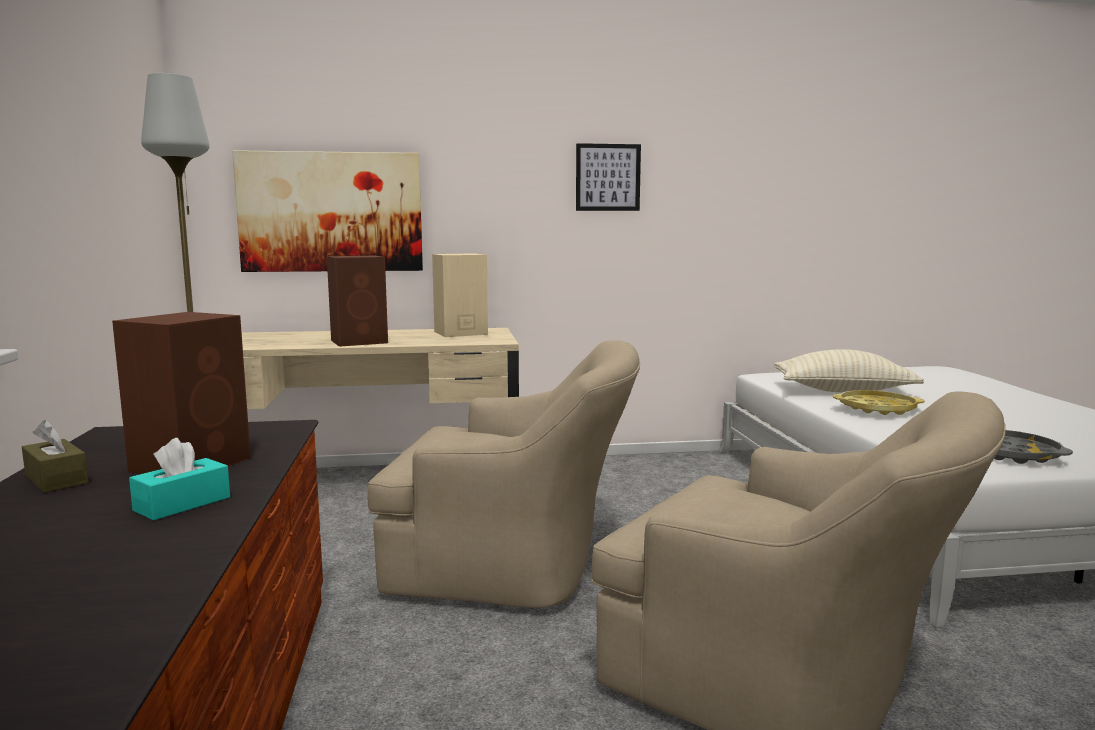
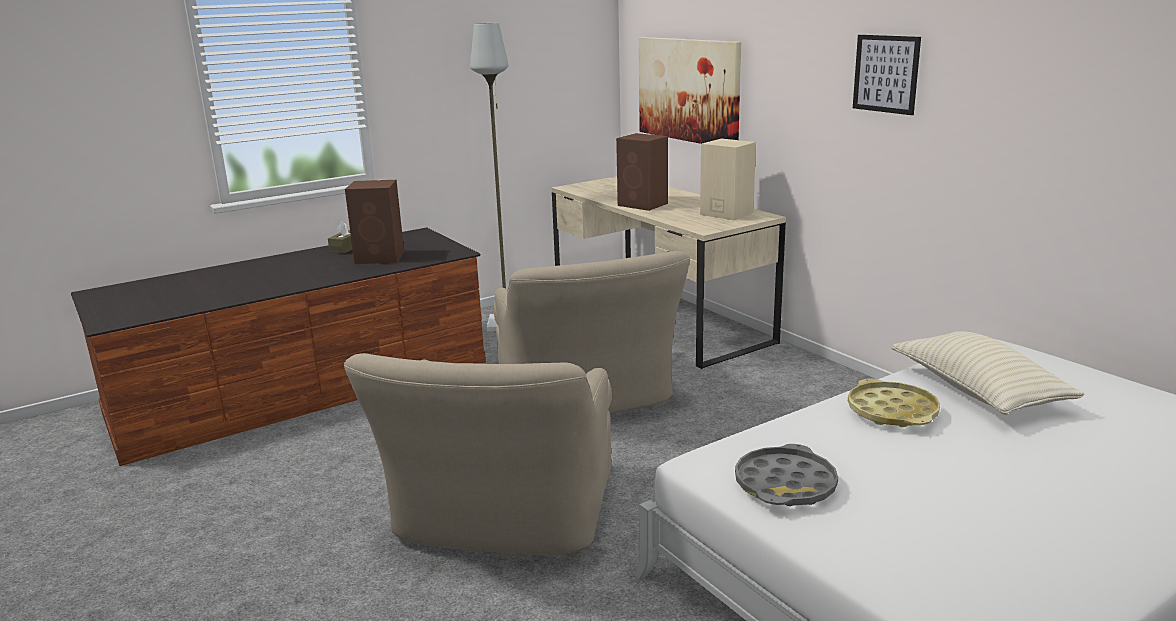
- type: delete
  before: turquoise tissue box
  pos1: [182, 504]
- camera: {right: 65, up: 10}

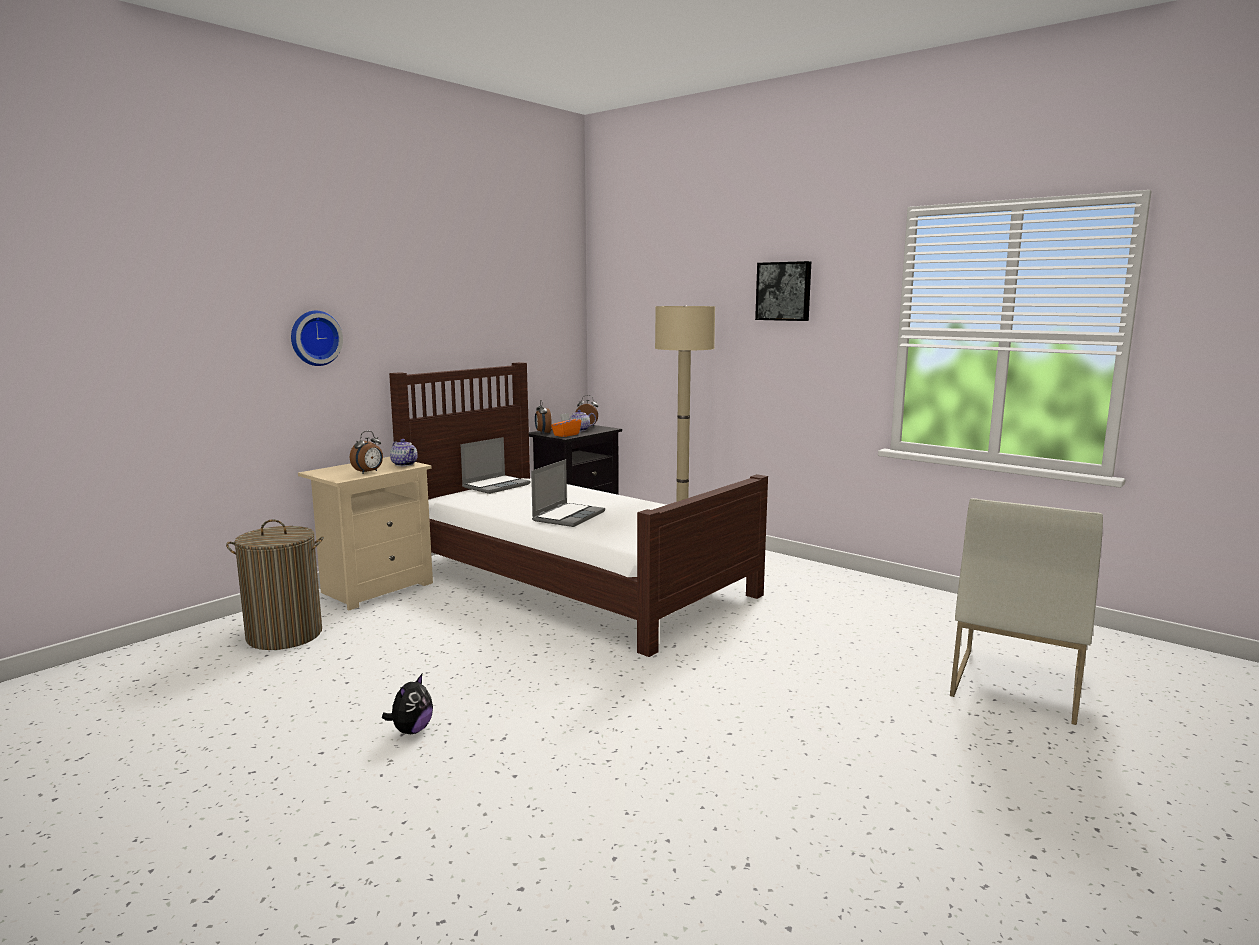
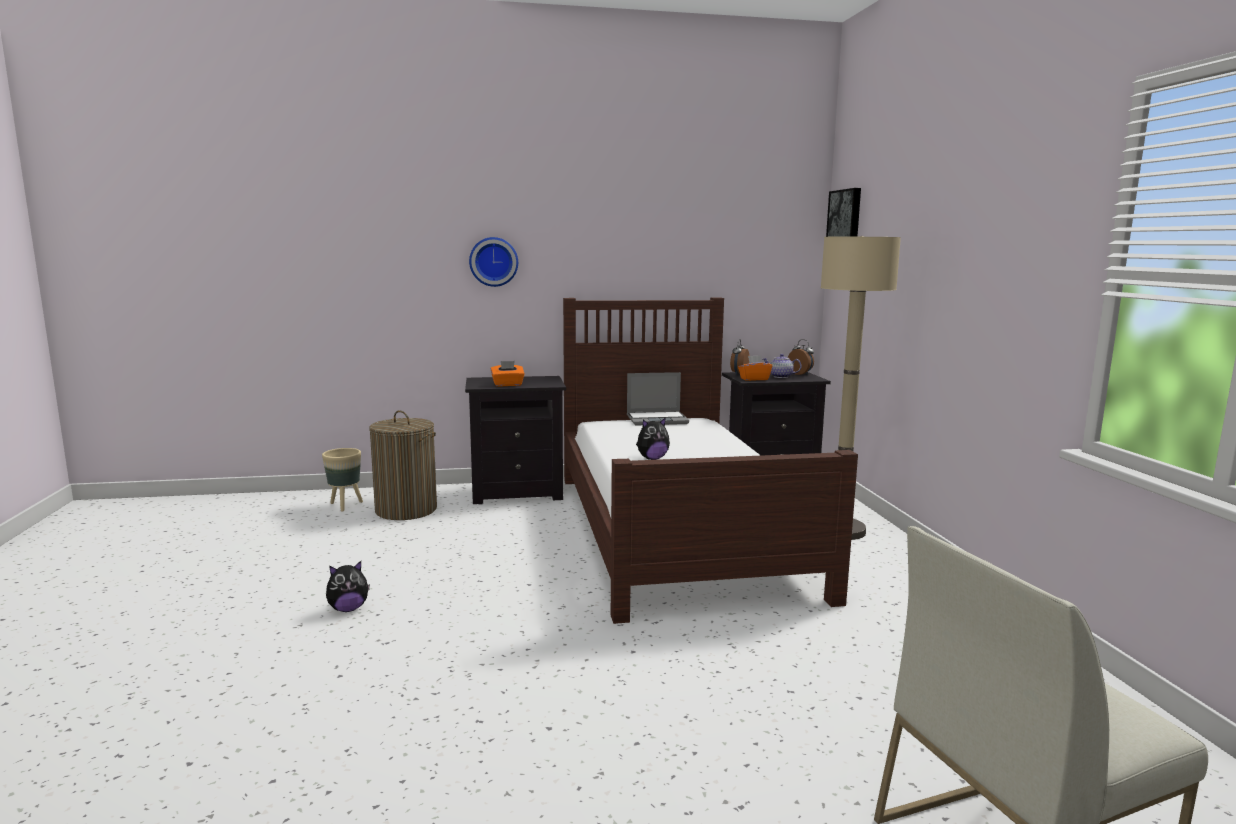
- type: recolor
  before: beige nightstand
  after: black nightstand
  pos1: [375, 588]
  pos2: [517, 492]
- type: replace
  before: alarm clock
  after: orange tissue box
  pos1: [369, 472]
  pos2: [507, 385]
- type: delete
  before: teapot
  pos1: [405, 464]
- type: replace
  before: laptop
  after: plush toy
  pos1: [568, 516]
  pos2: [652, 458]
- type: move
  before: picture
  pos1: [784, 291]
  pos2: [845, 218]
- type: insert
  after: beige planter
  pos2: [345, 505]
- camera: {right: 40, up: 0}

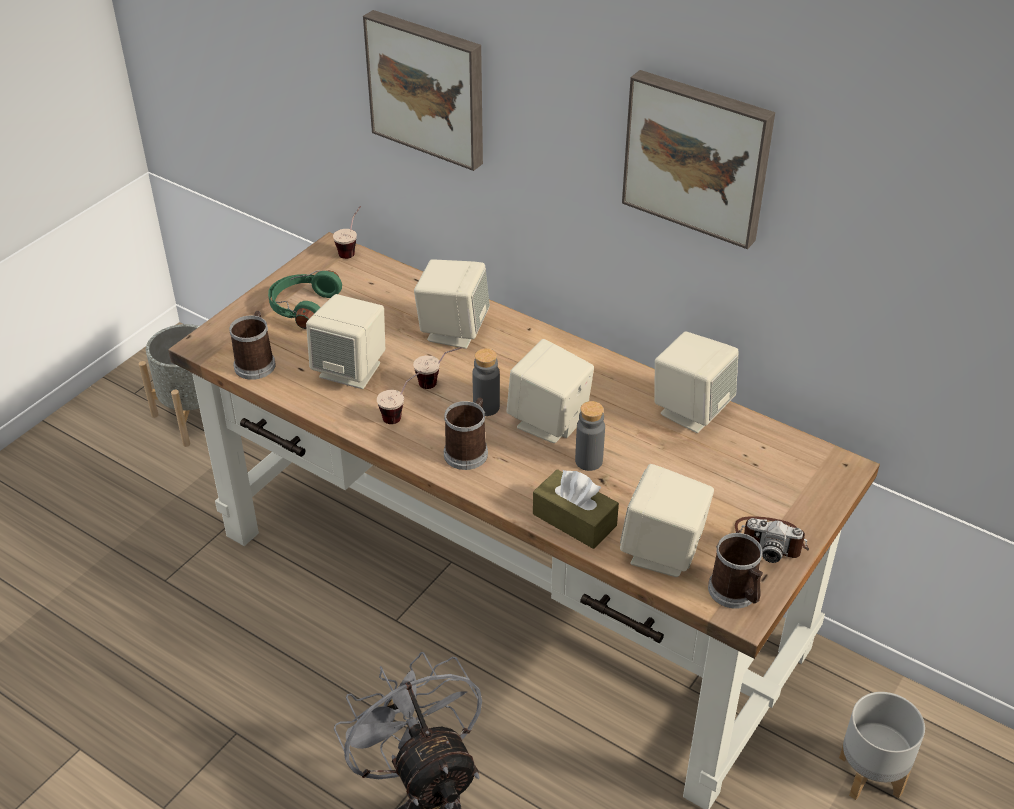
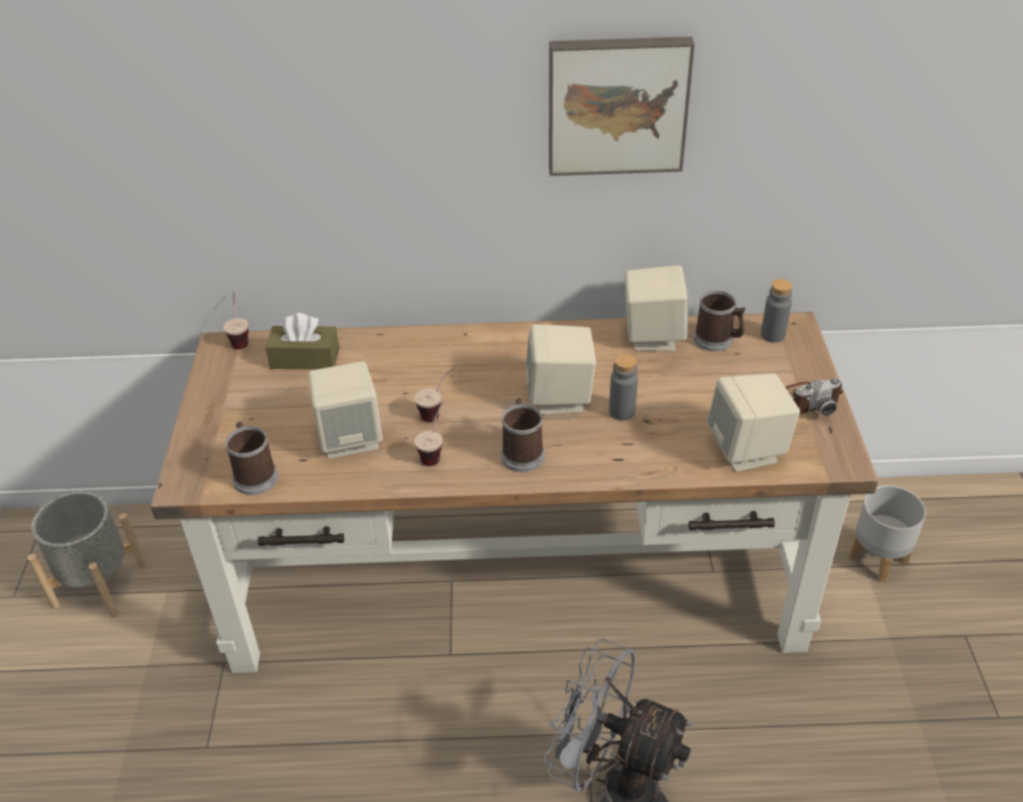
- type: delete
  before: green headphones
  pos1: [303, 308]
- type: delete
  before: picture
  pos1: [428, 87]
- type: delete
  before: beige speaker
  pos1: [453, 330]
- type: move
  before: grey bottle
  pos1: [486, 407]
  pos2: [772, 335]
- type: move
  before: brown tissue box
  pos1: [574, 520]
  pos2: [305, 358]
- type: move
  before: mug
  pos1: [736, 593]
  pos2: [717, 340]
- camera: {right: -35, up: 0}

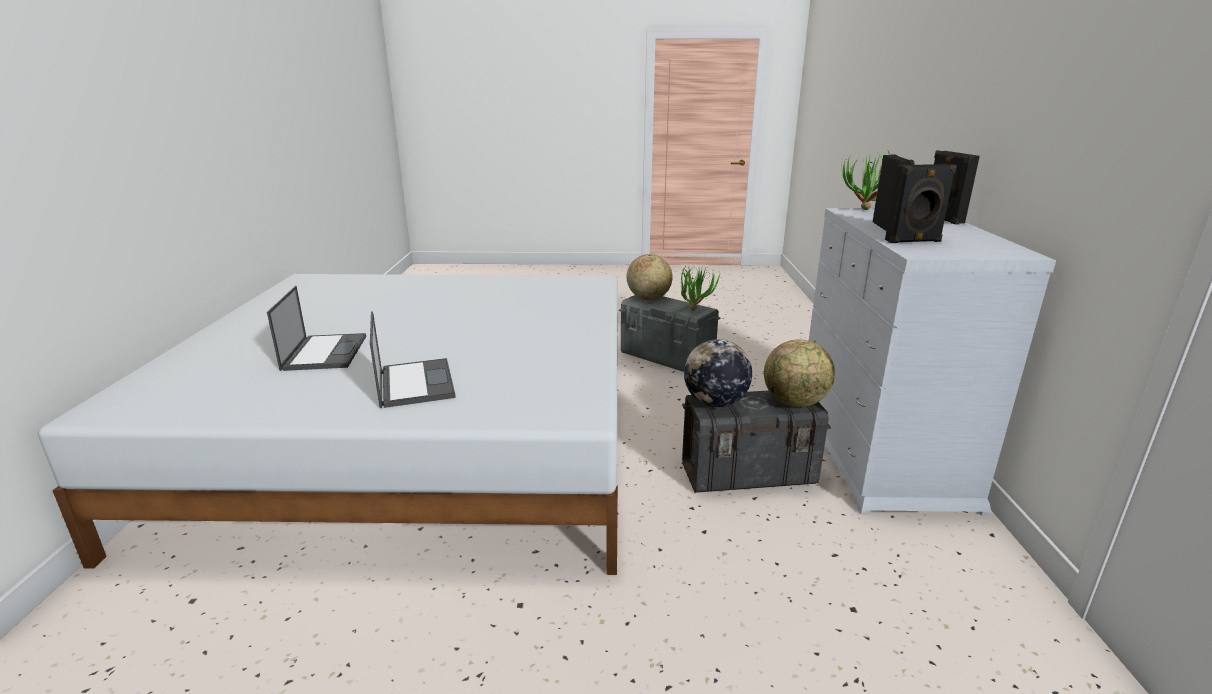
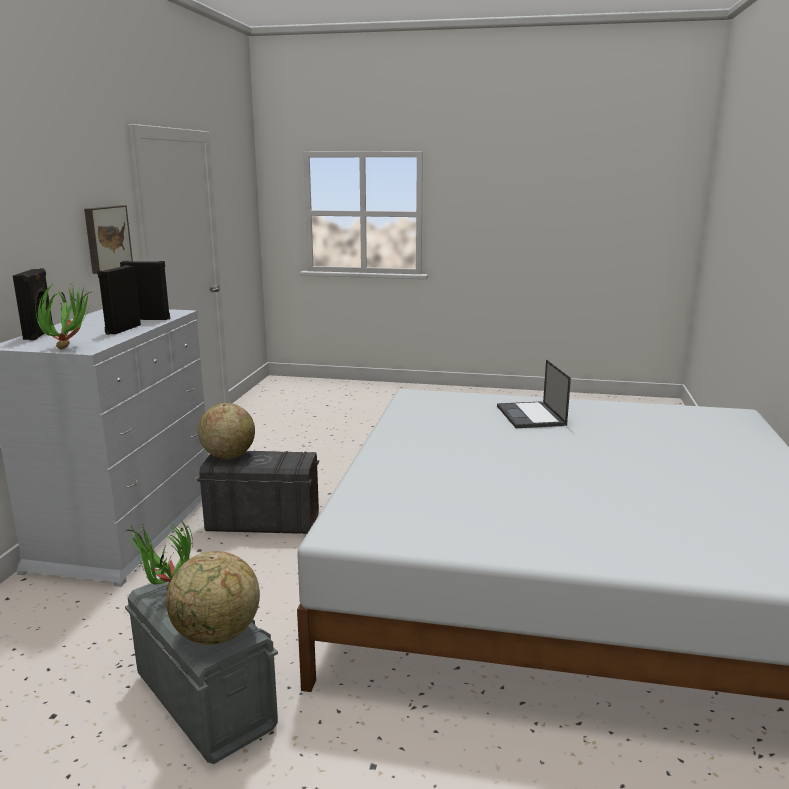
- type: delete
  before: laptop
  pos1: [325, 352]
- type: delete
  before: globe
  pos1: [715, 403]
- type: insert
  after: picture
  pos2: [106, 238]
- camera: {right: -170, up: -5}

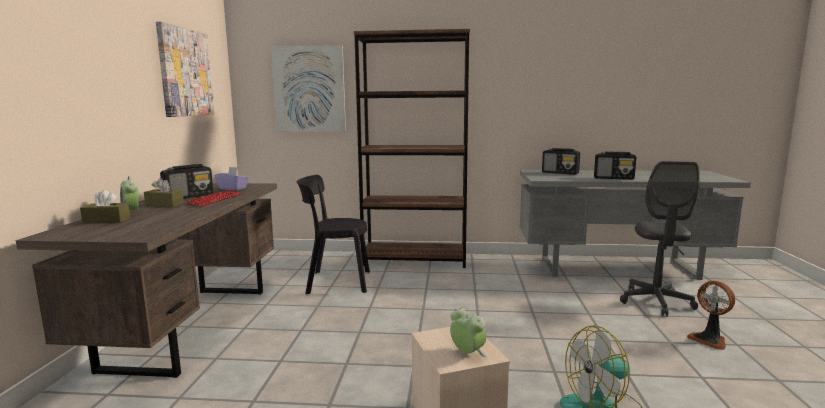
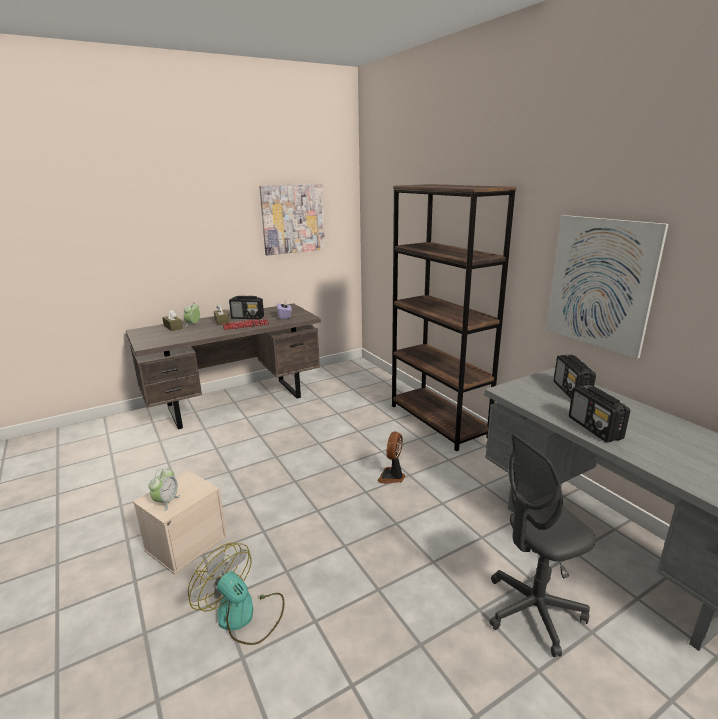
- type: move
  before: picture
  pos1: [309, 89]
  pos2: [600, 283]
- type: delete
  before: black chair
  pos1: [335, 282]
- type: move
  before: fan
  pos1: [709, 340]
  pos2: [392, 477]
- camera: {right: 55, up: 10}

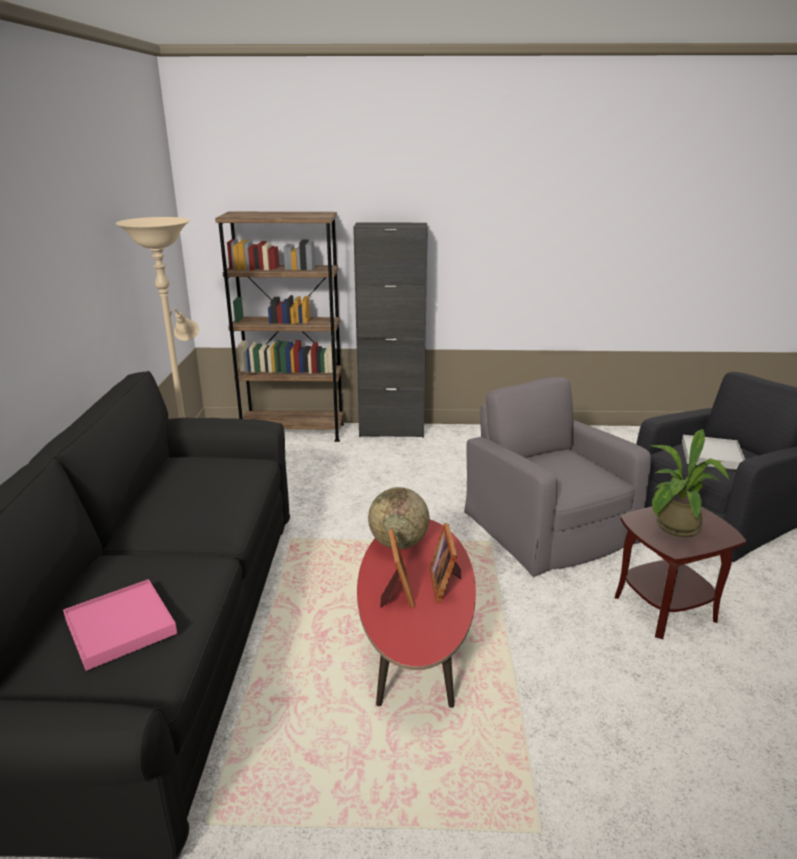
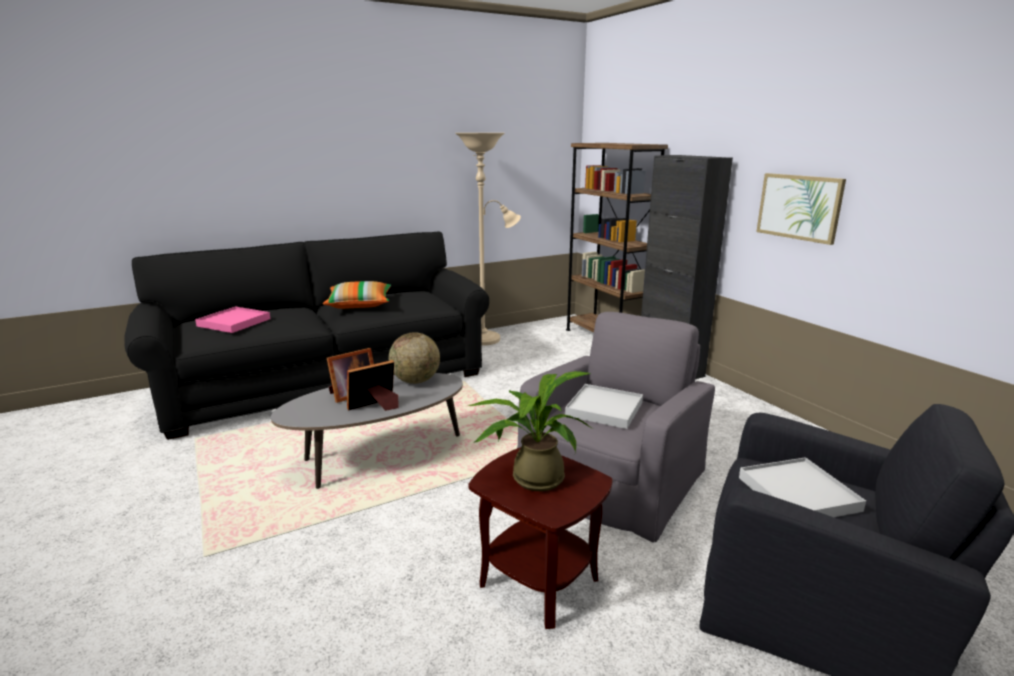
- type: recolor
  before: red coffee table
  after: grey coffee table
  pos1: [415, 645]
  pos2: [377, 457]
- type: insert
  after: pillow
  pos2: [359, 305]
- type: insert
  after: white tray
  pos2: [604, 409]
- type: insert
  after: picture
  pos2: [799, 207]
- camera: {right: 60, up: -5}

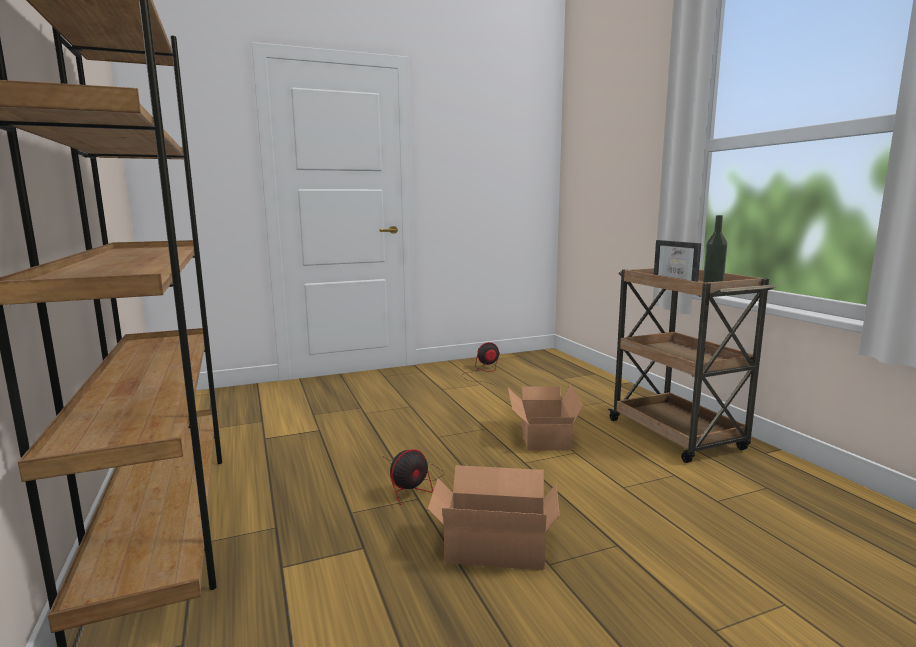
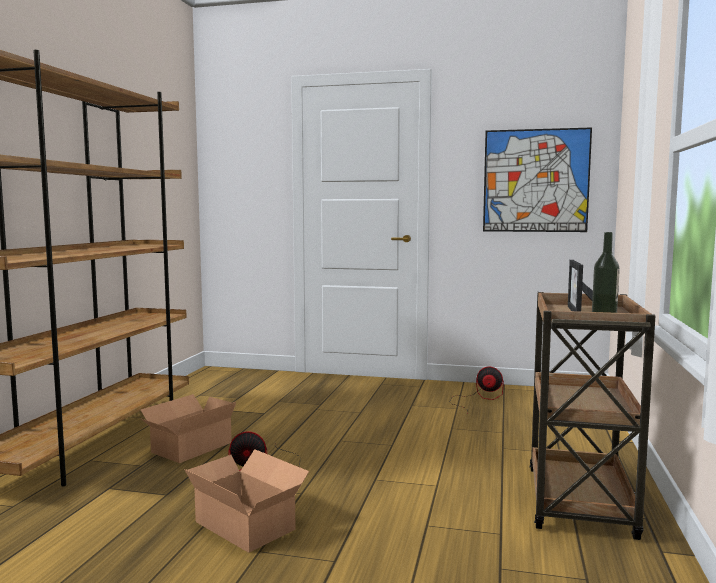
- type: move
  before: cardboard box
  pos1: [542, 437]
  pos2: [188, 447]
- type: insert
  after: picture
  pos2: [535, 181]
- camera: {right: 35, up: -5}

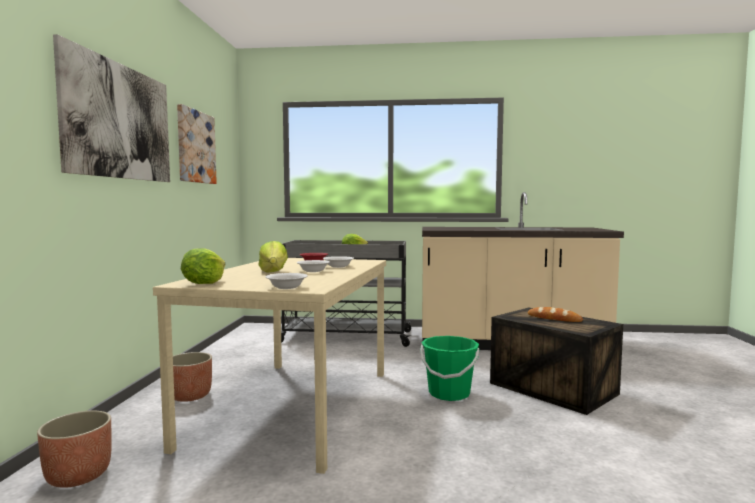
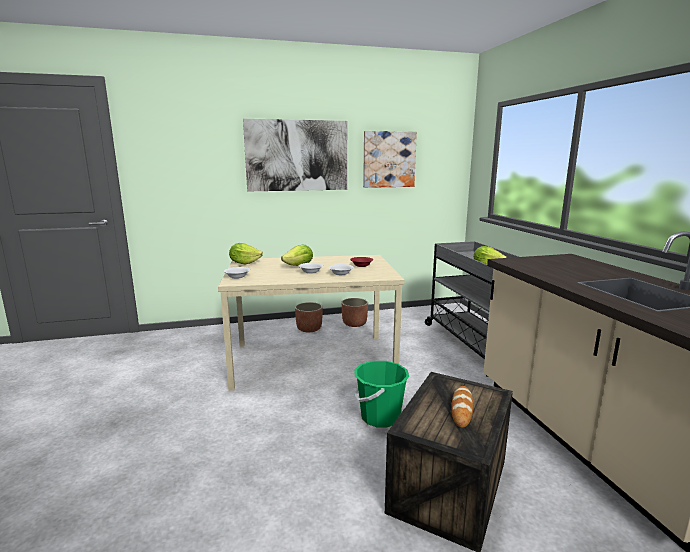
- type: move
  before: planter
  pos1: [78, 475]
  pos2: [354, 323]
- camera: {right: 70, up: 10}

